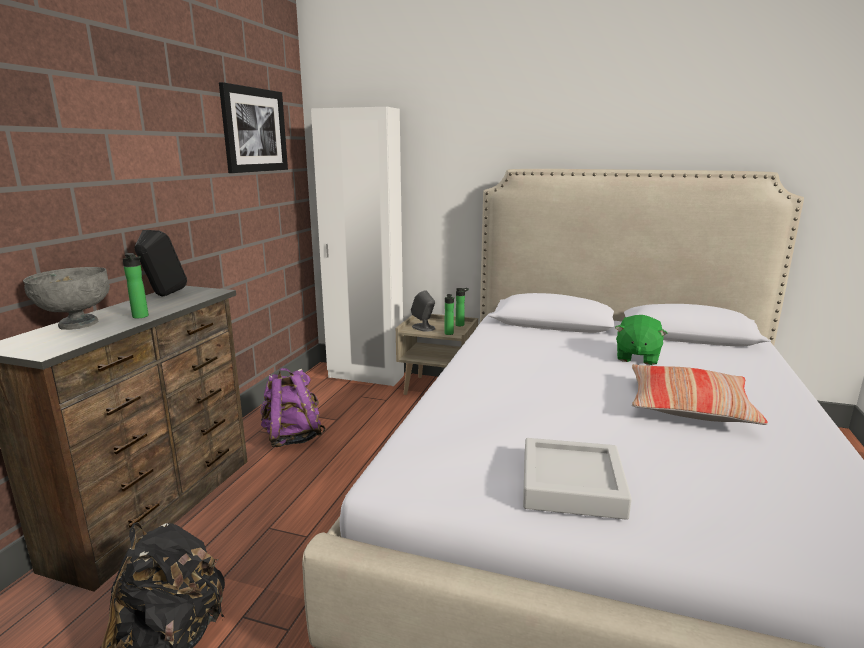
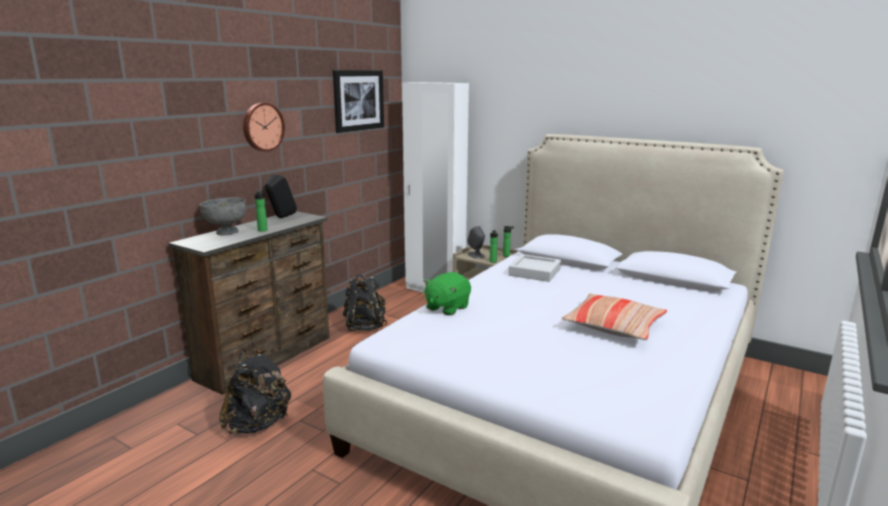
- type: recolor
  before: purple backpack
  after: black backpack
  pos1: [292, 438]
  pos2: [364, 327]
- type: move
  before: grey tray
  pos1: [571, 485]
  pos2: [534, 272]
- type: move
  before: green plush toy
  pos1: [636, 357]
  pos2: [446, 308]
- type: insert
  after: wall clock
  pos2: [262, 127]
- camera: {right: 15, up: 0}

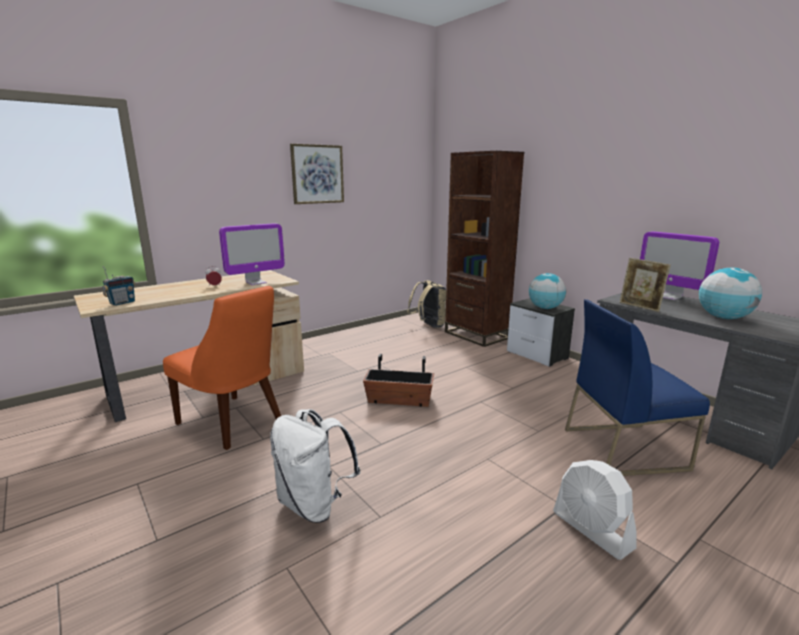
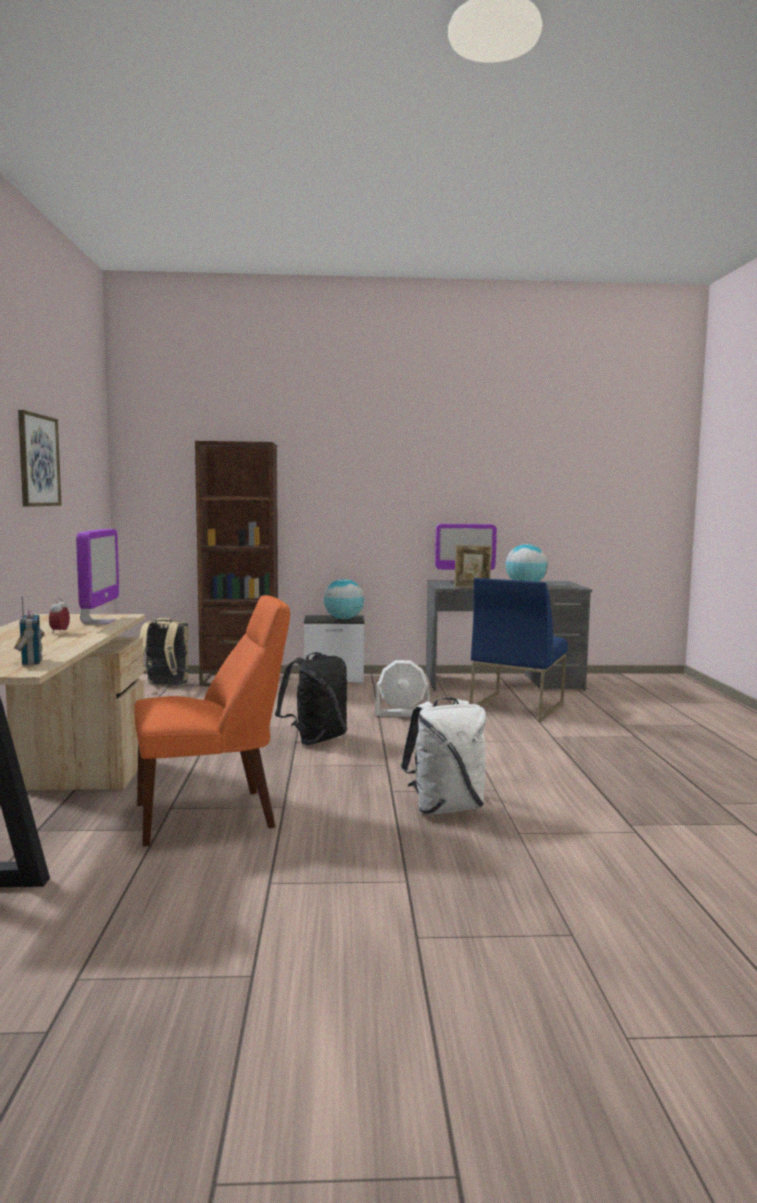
- type: replace
  before: planter
  after: black backpack
  pos1: [399, 400]
  pos2: [316, 739]
- type: move
  before: white fan
  pos1: [592, 530]
  pos2: [402, 714]
- camera: {right: -55, up: -10}

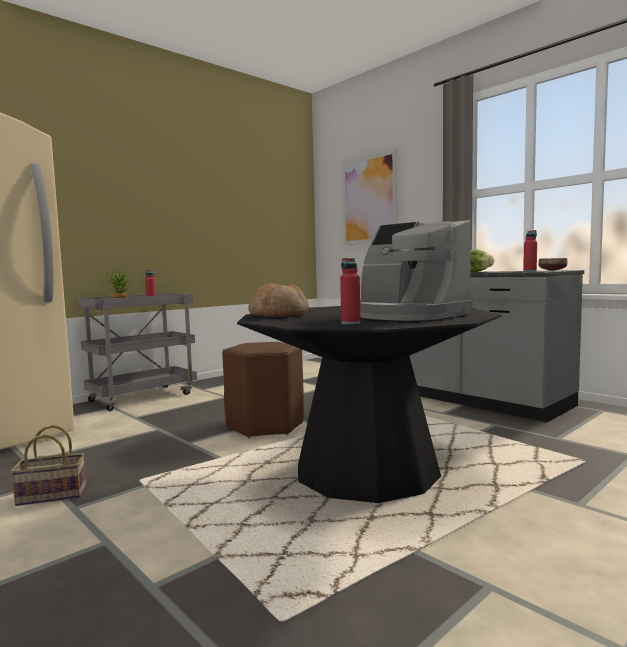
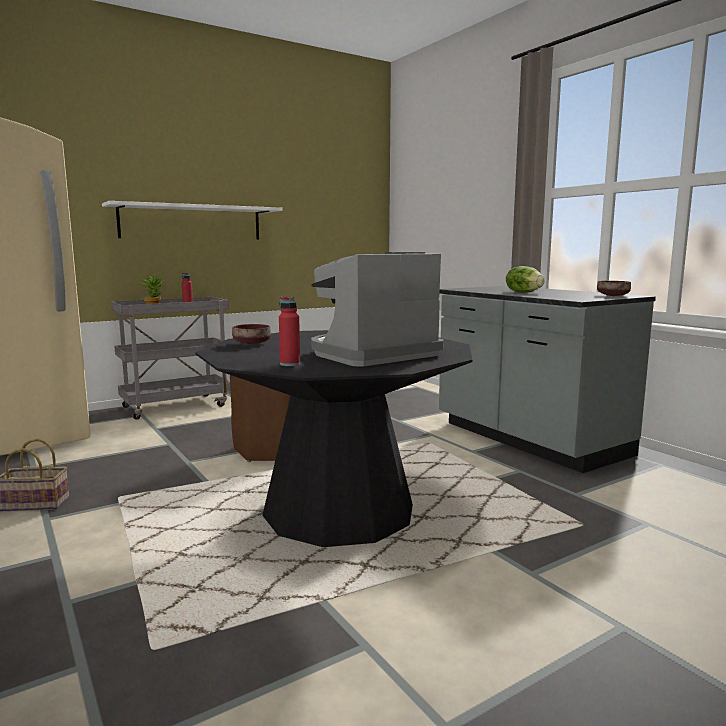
- type: replace
  before: bread
  after: brown bowl
  pos1: [279, 315]
  pos2: [253, 343]
- type: delete
  before: picture
  pos1: [369, 200]
- type: rotate
  before: coffee machine
  pos1: [407, 315]
  pos2: [372, 354]
  turn: 90
- type: delete
  before: red bottle
  pos1: [530, 271]
- type: insert
  after: white shelf
  pos2: [192, 222]
- camera: {right: 10, up: 5}

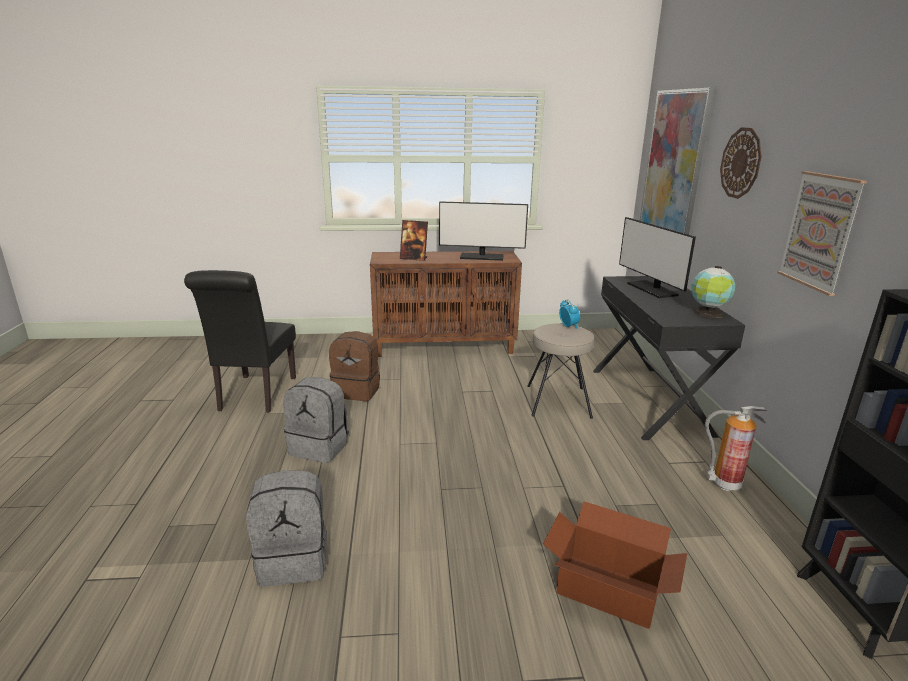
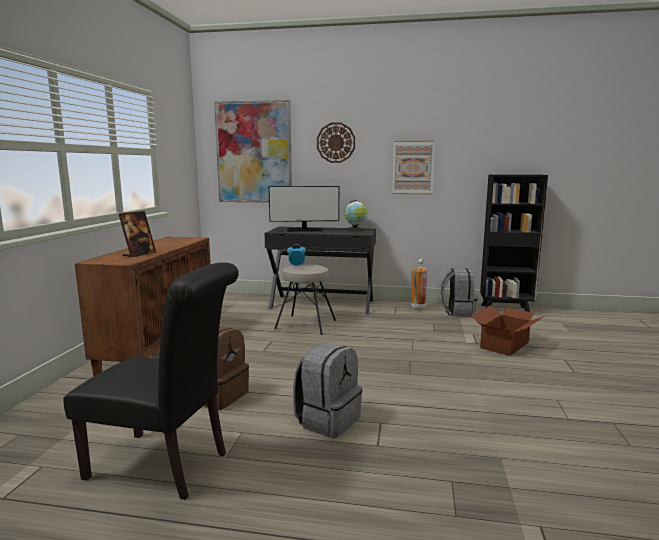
- type: move
  before: grey backpack
  pos1: [294, 560]
  pos2: [457, 312]
- type: delete
  before: monitor
  pos1: [481, 257]
- camera: {right: -75, up: -10}

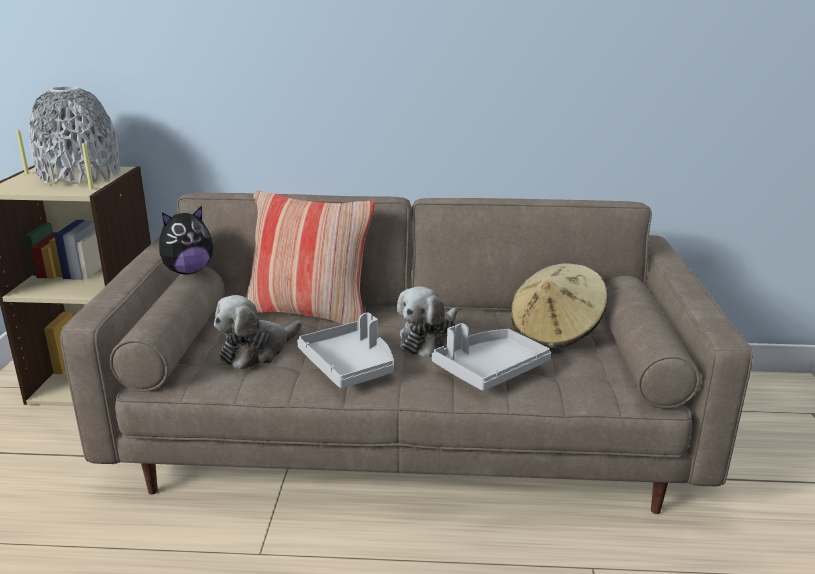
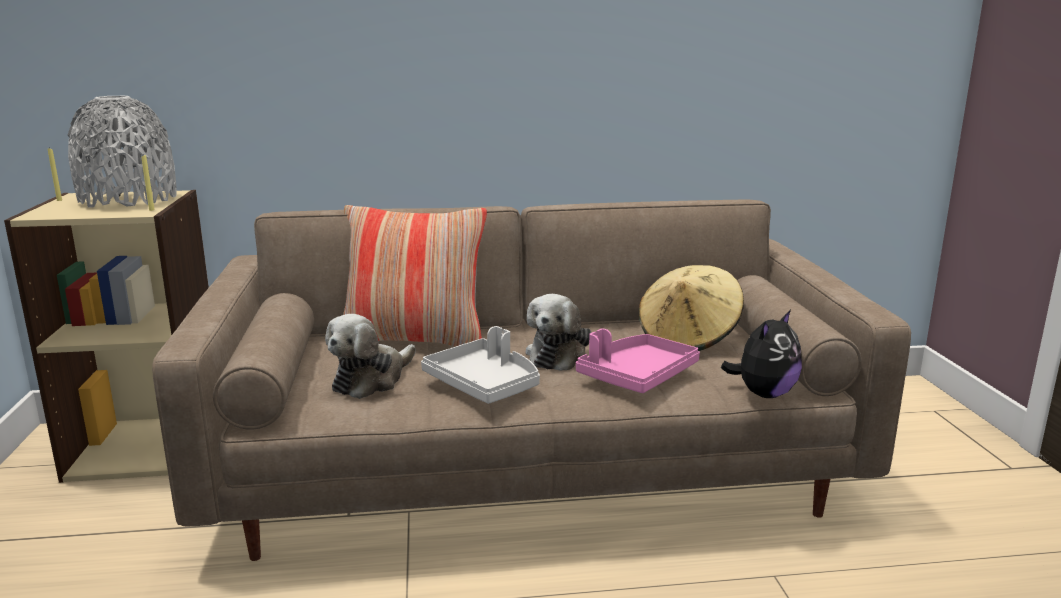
- type: move
  before: plush toy
  pos1: [188, 271]
  pos2: [763, 394]
- type: recolor
  before: grey tray
  after: pink tray
  pos1: [489, 369]
  pos2: [637, 376]
- camera: {right: -10, up: -5}

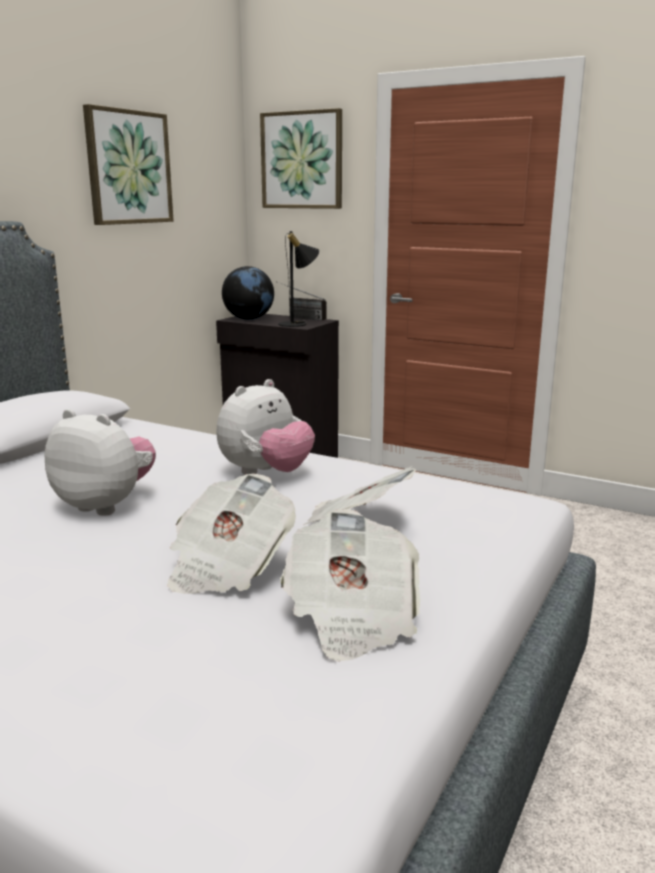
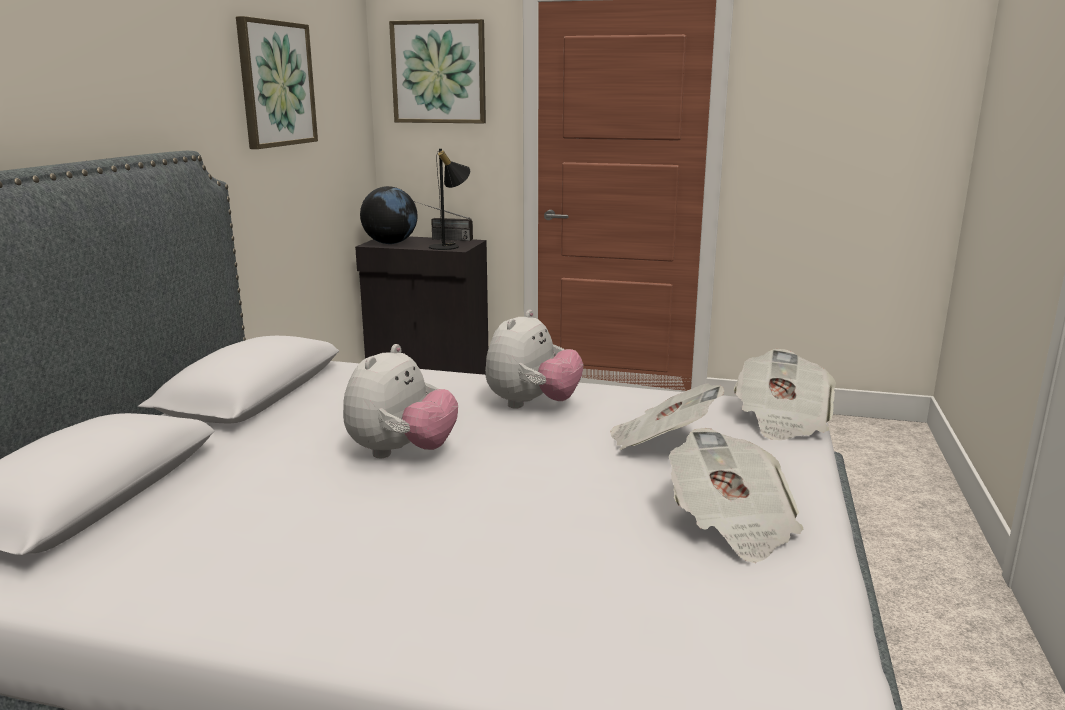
- type: rotate
  before: plush toy
  pos1: [106, 505]
  pos2: [401, 453]
  turn: 105
- type: move
  before: newspaper
  pos1: [227, 566]
  pos2: [782, 420]
- camera: {right: -15, up: 0}

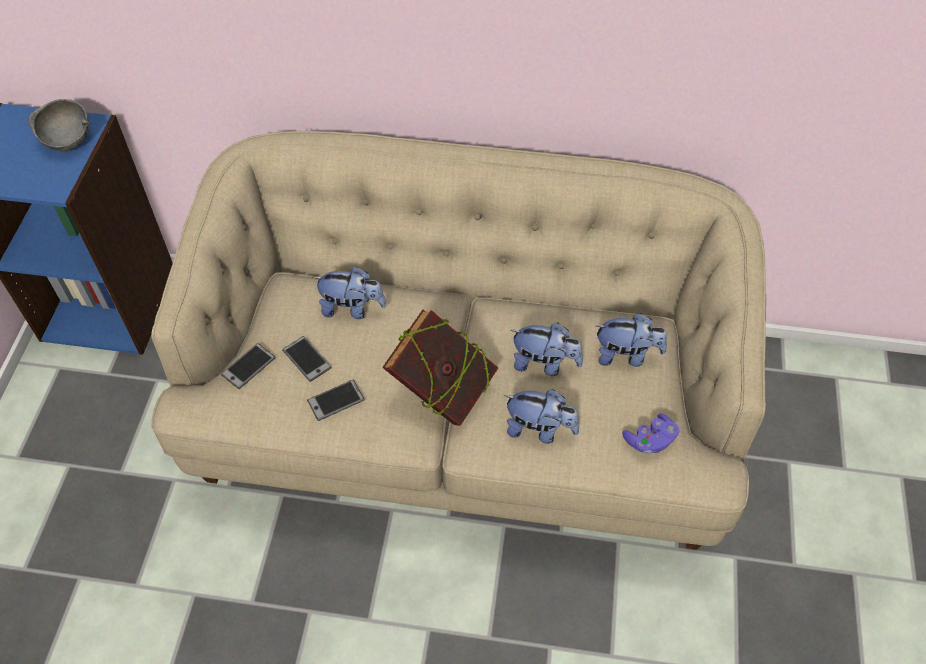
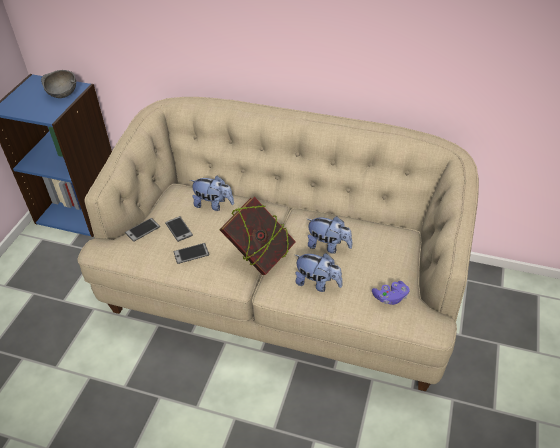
- type: delete
  before: plush toy
  pos1: [626, 355]
- camera: {right: 10, up: -10}

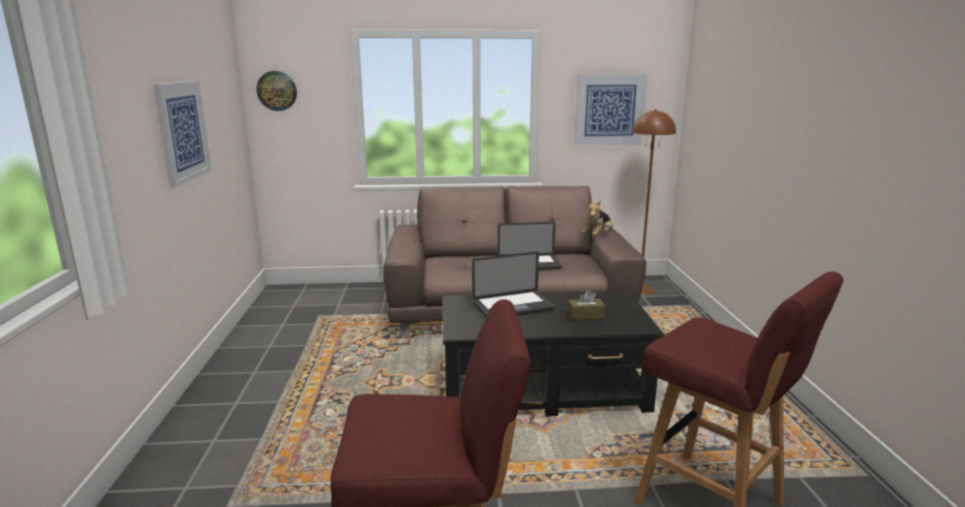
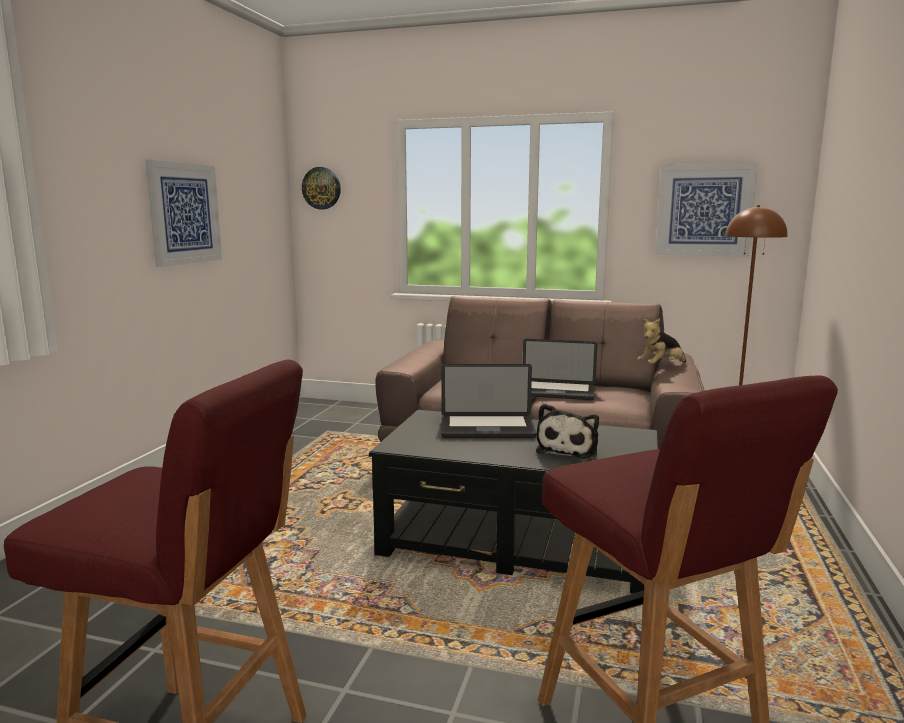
- type: replace
  before: brown tissue box
  after: plush toy
  pos1: [585, 316]
  pos2: [568, 449]
- camera: {right: 20, up: -5}

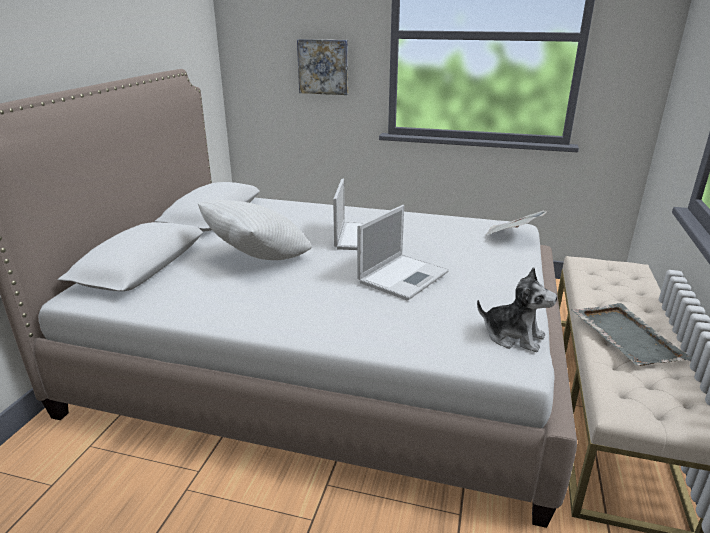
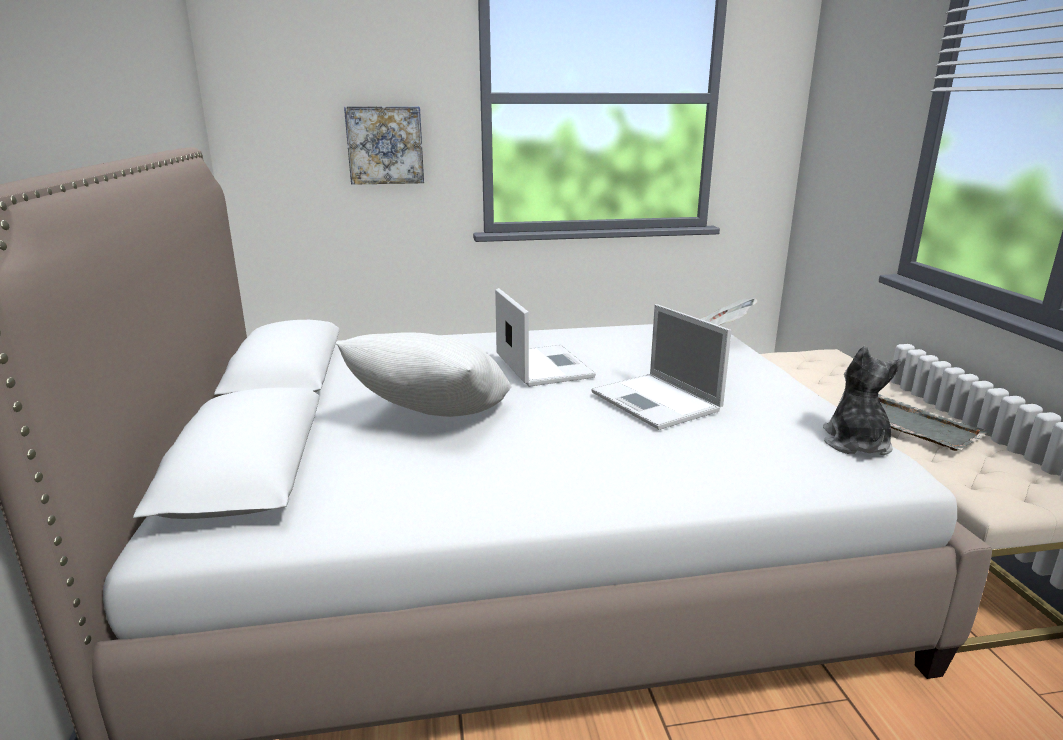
- type: rotate
  before: laptop
  pos1: [404, 276]
  pos2: [657, 402]
  turn: 135
- type: rotate
  before: plush toy
  pos1: [513, 336]
  pos2: [855, 443]
  turn: -90
- camera: {right: -25, up: -5}

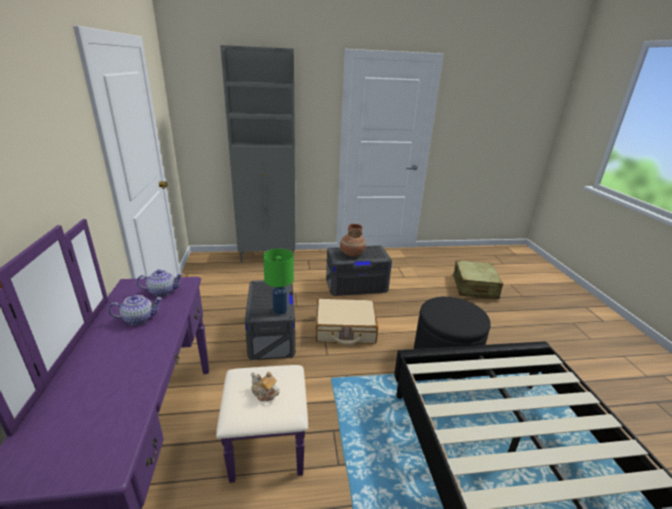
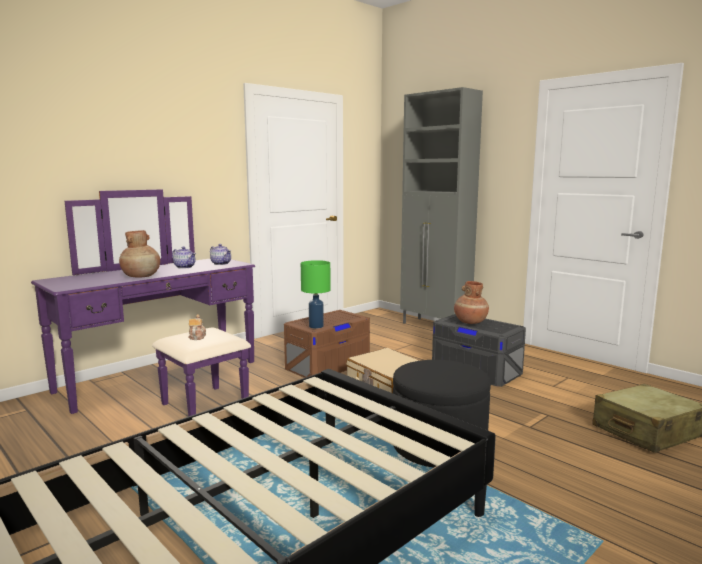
- type: recolor
  before: grey storage box
  after: brown storage box
  pos1: [272, 334]
  pos2: [328, 365]
- type: insert
  after: brown vase
  pos2: [141, 276]
- camera: {right: 55, up: -15}

